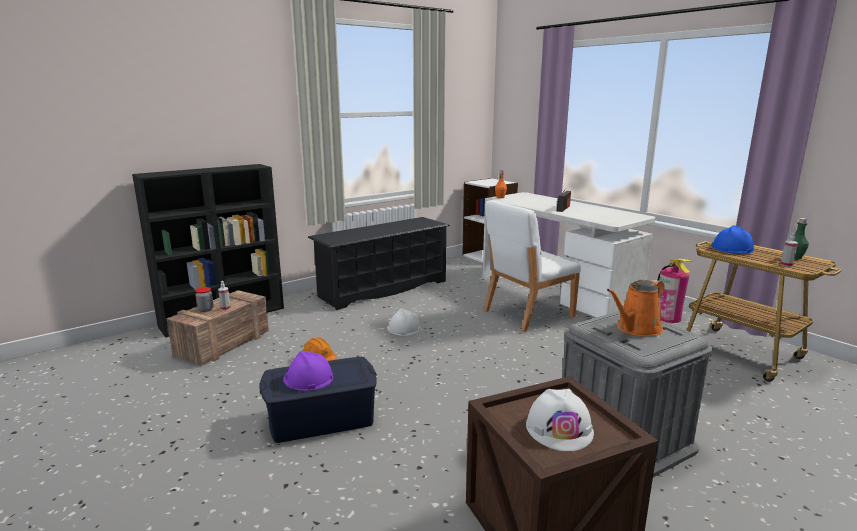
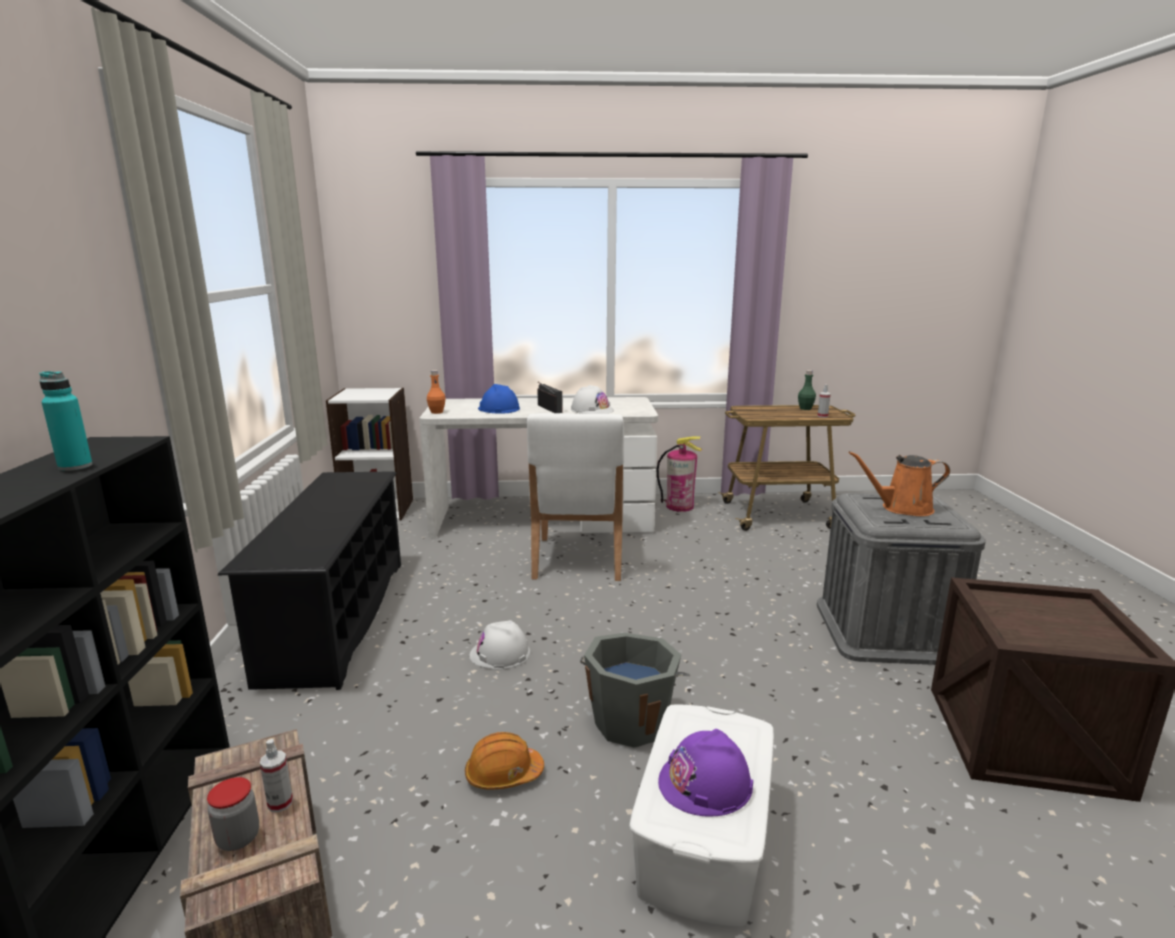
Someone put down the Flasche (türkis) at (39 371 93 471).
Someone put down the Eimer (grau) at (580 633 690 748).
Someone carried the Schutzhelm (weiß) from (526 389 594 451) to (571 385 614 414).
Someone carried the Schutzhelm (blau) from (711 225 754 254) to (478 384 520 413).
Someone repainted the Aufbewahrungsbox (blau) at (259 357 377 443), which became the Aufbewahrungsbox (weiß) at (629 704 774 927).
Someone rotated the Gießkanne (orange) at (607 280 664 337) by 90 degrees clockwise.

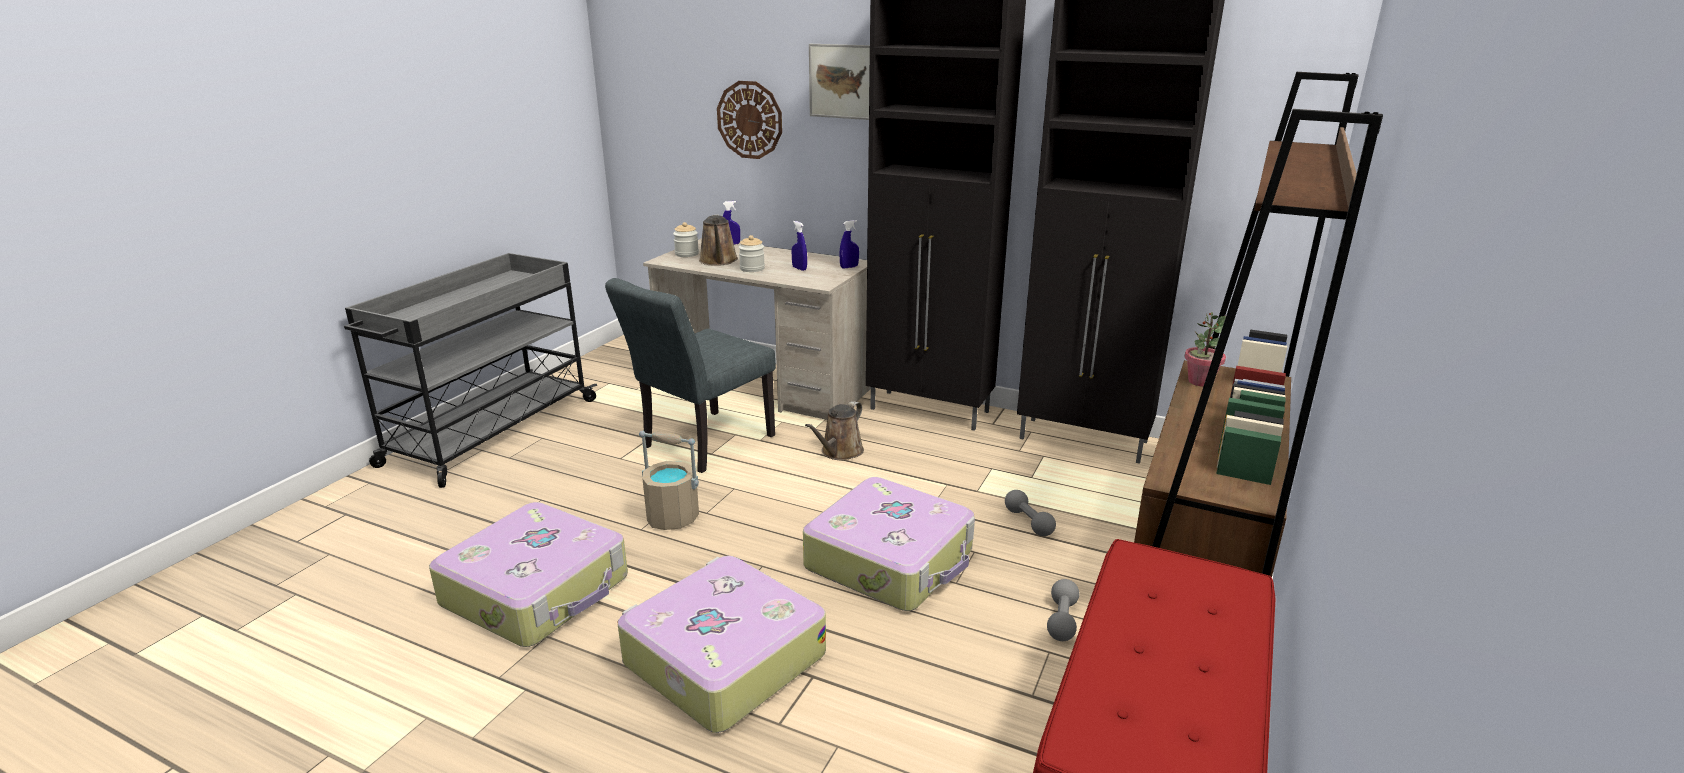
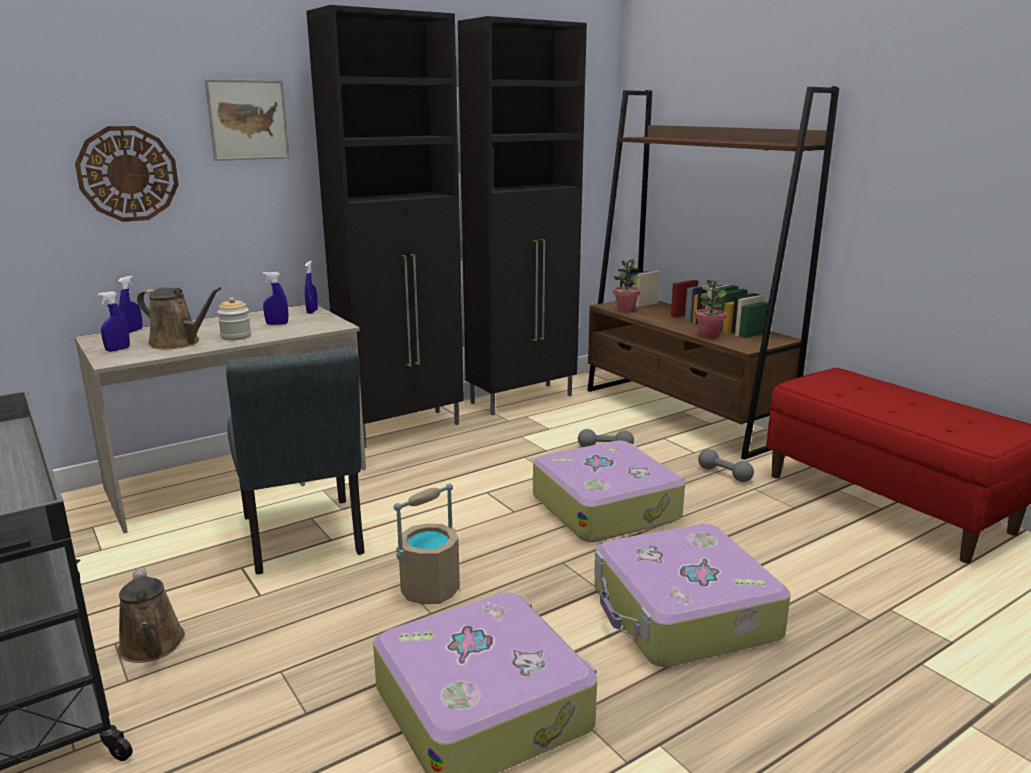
Someone put down the Topfpflanze at (695 280 727 339).
Someone carried the Gießkanne (braun) from (805 401 864 460) to (118 568 185 663).
Someone swapped the Vorratsglas at (673 222 699 257) for the Sprühflasche (blau) at (98 291 130 352).

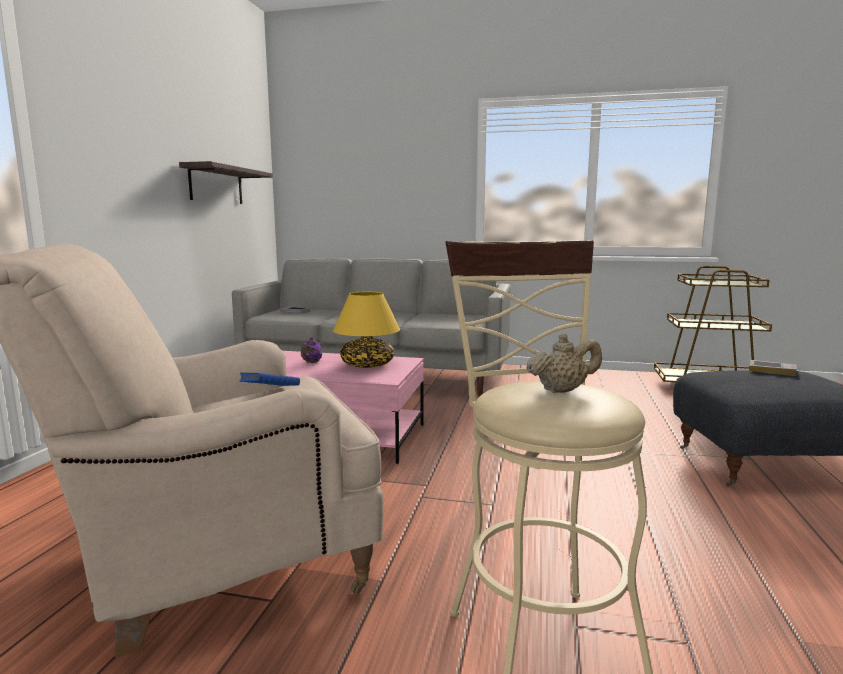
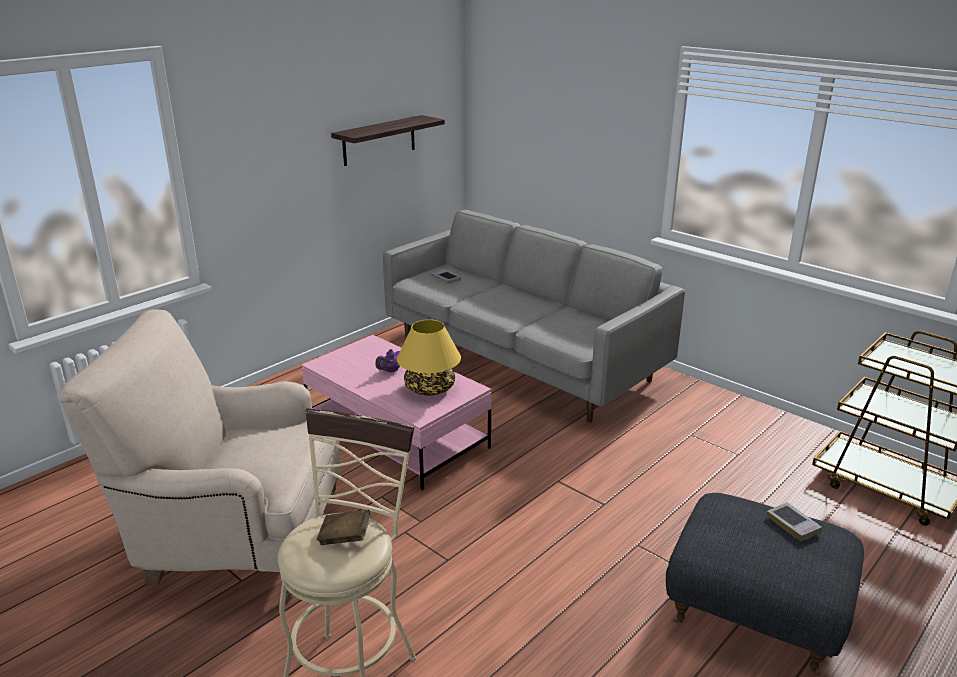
Someone took away the Buch (blau) at (240 372 300 386).
Someone swapped the Teekanne (beige) at (527 334 602 393) for the Buch (braun) at (317 510 371 545).

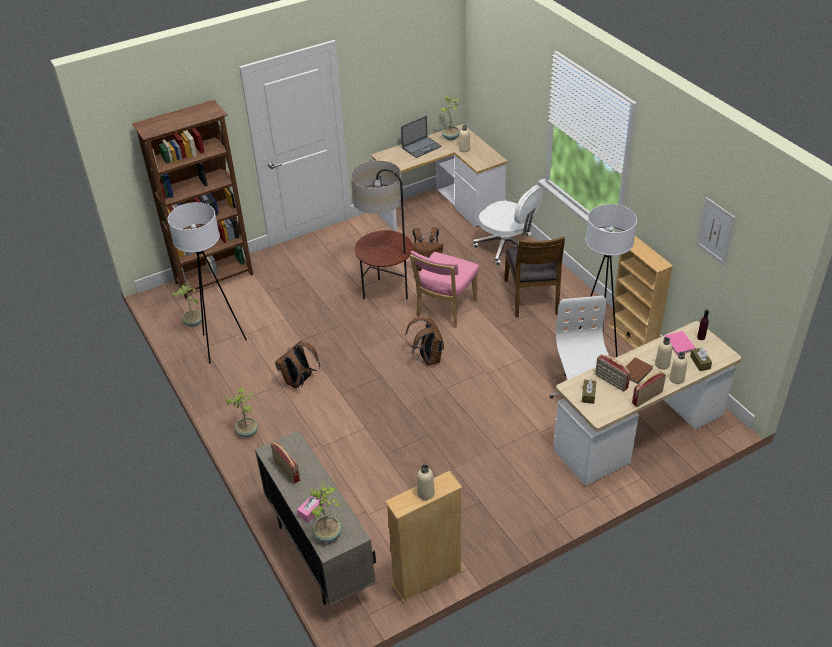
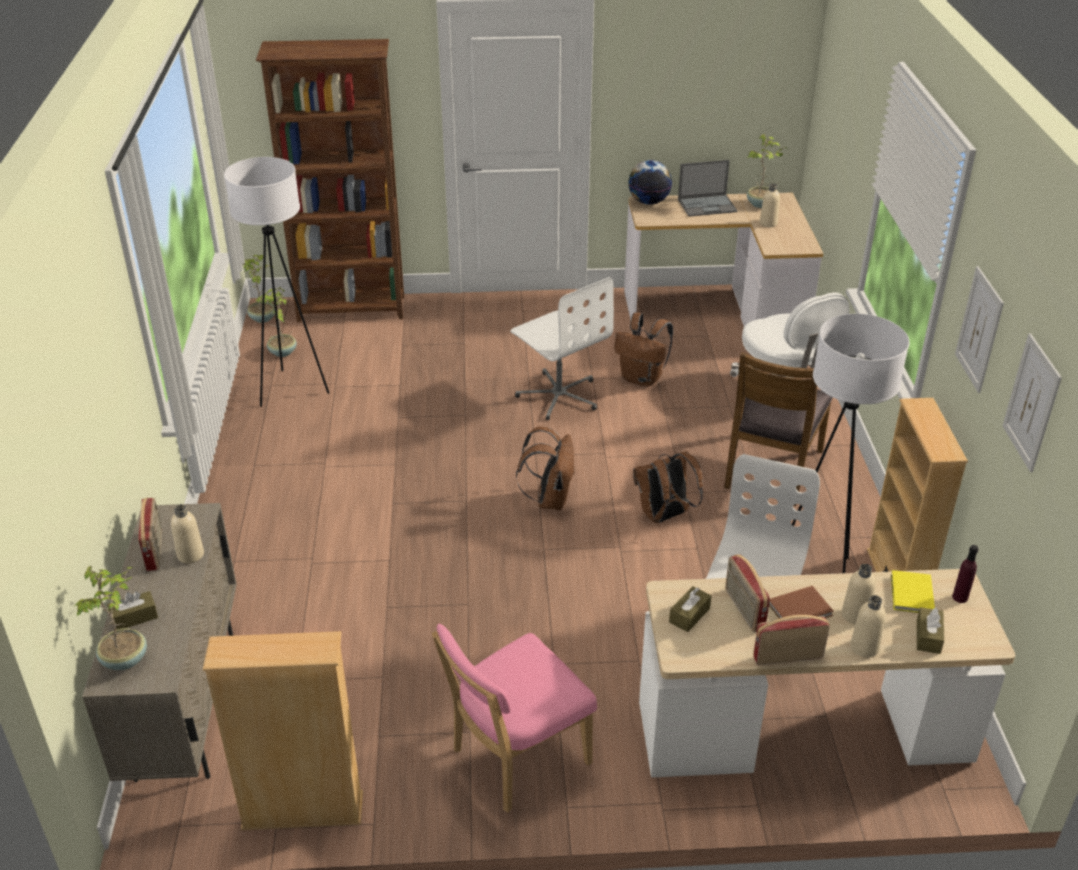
Someone put down the Globus at (628 160 672 205).
Someone put up the Bild at (955 266 1004 393).
Someone carried the Topfpflanze from (224 387 258 437) to (242 255 275 323).
Someone carried the Rucksack (braun) from (275 340 320 388) to (633 451 703 523).
Someone carried the Stuhl (rosa) from (410 251 479 328) to (432 624 597 813).
Someone carried the Flasche (beige) from (417 464 435 500) to (171 504 204 564).
Someone swapped the Stehlampe at (351 160 413 300) for the Bürostuhl (weiß) at (510 277 614 420).
Someone repainted the Taschentuchbox (rosa) at (297 496 325 522), which became the Taschentuchbox (braun) at (107 591 158 630).
Someone repainted the Buch (rosa) at (664 331 696 355), which became the Buch (gelb) at (891 570 935 613).

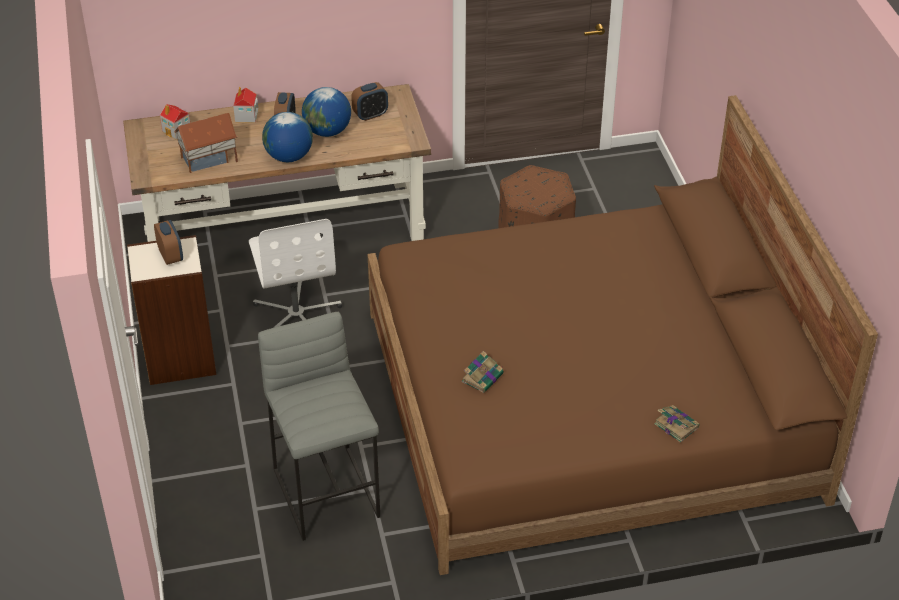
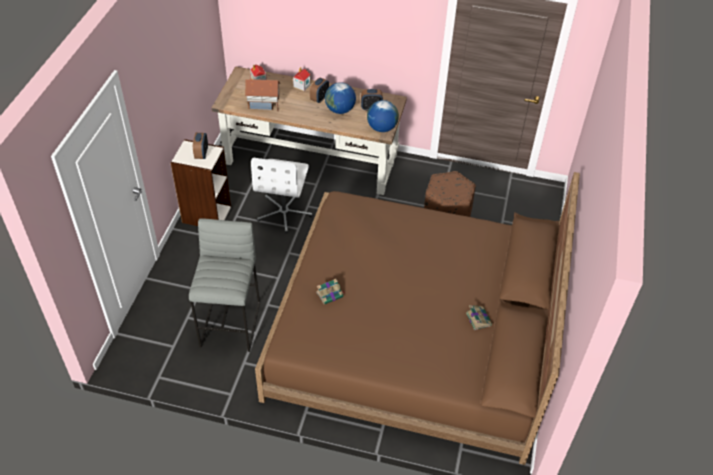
Someone carried the Globus from (262 112 313 162) to (367 100 399 132).
Someone carried the Buch from (654 405 700 443) to (466 305 492 330).

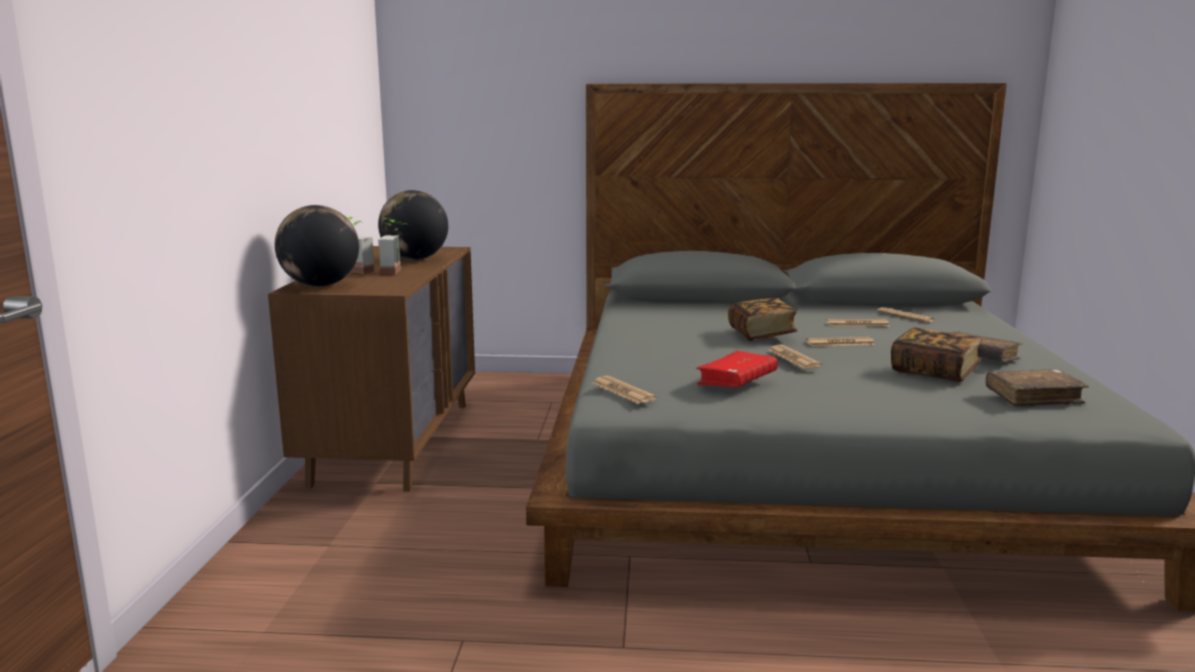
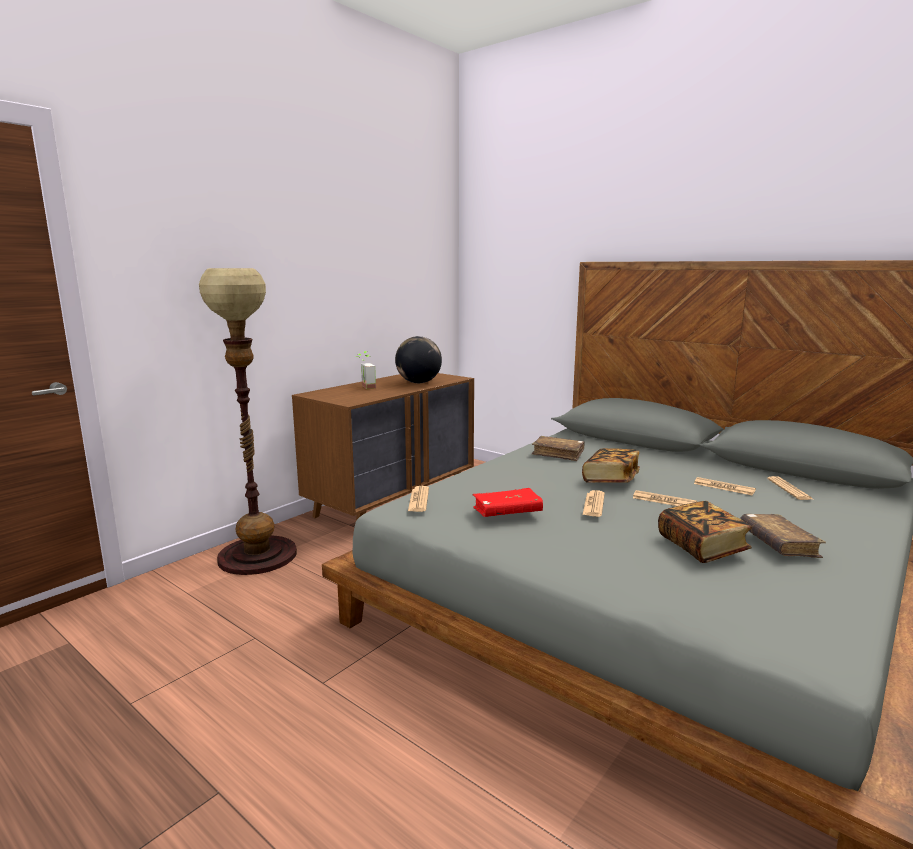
Someone took away the Globus at (275 205 359 287).
Someone took away the Topfpflanze at (378 218 406 275).
Someone put down the Stehlampe at (199 268 297 575).
Someone carried the Buch (braun) from (985 369 1089 407) to (532 436 585 461).

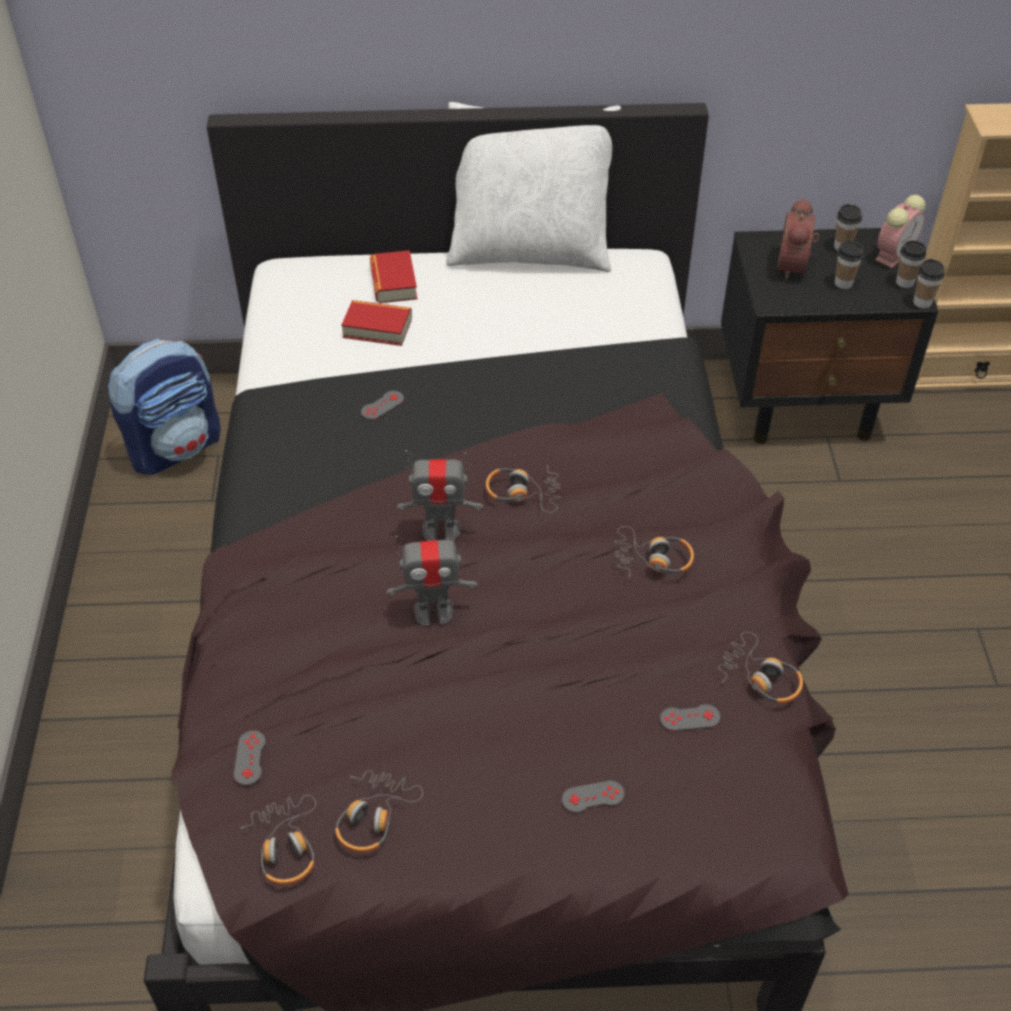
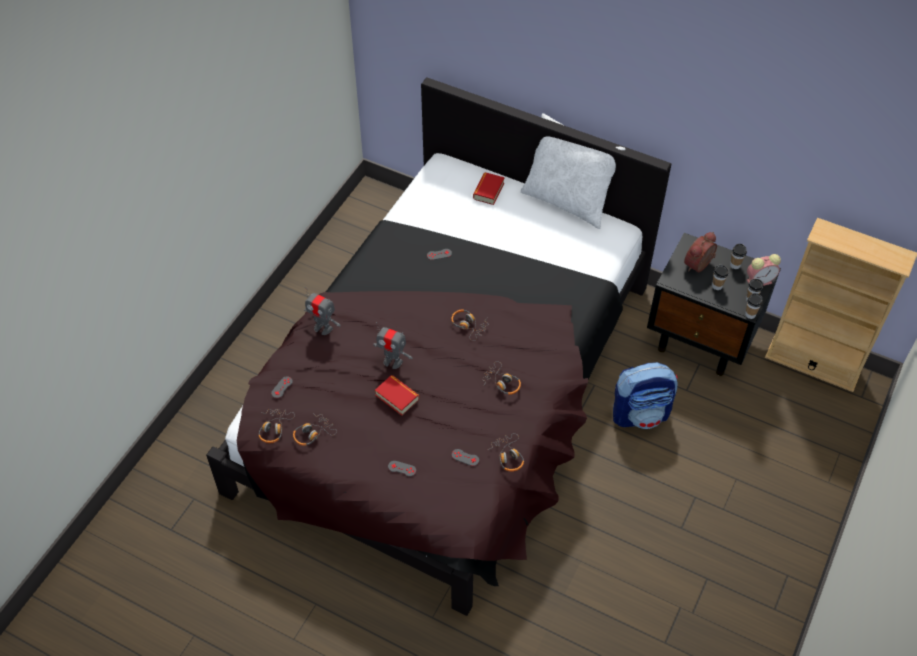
Someone carried the Rucksack from (108 339 221 475) to (613 362 678 429).
Someone carried the Buch from (341 300 412 346) to (375 375 419 416).
Someone carried the Spielzeugroboter from (397 450 483 541) to (304 287 341 335).

